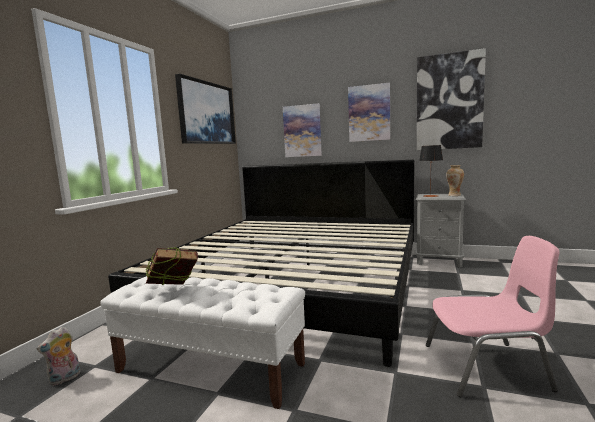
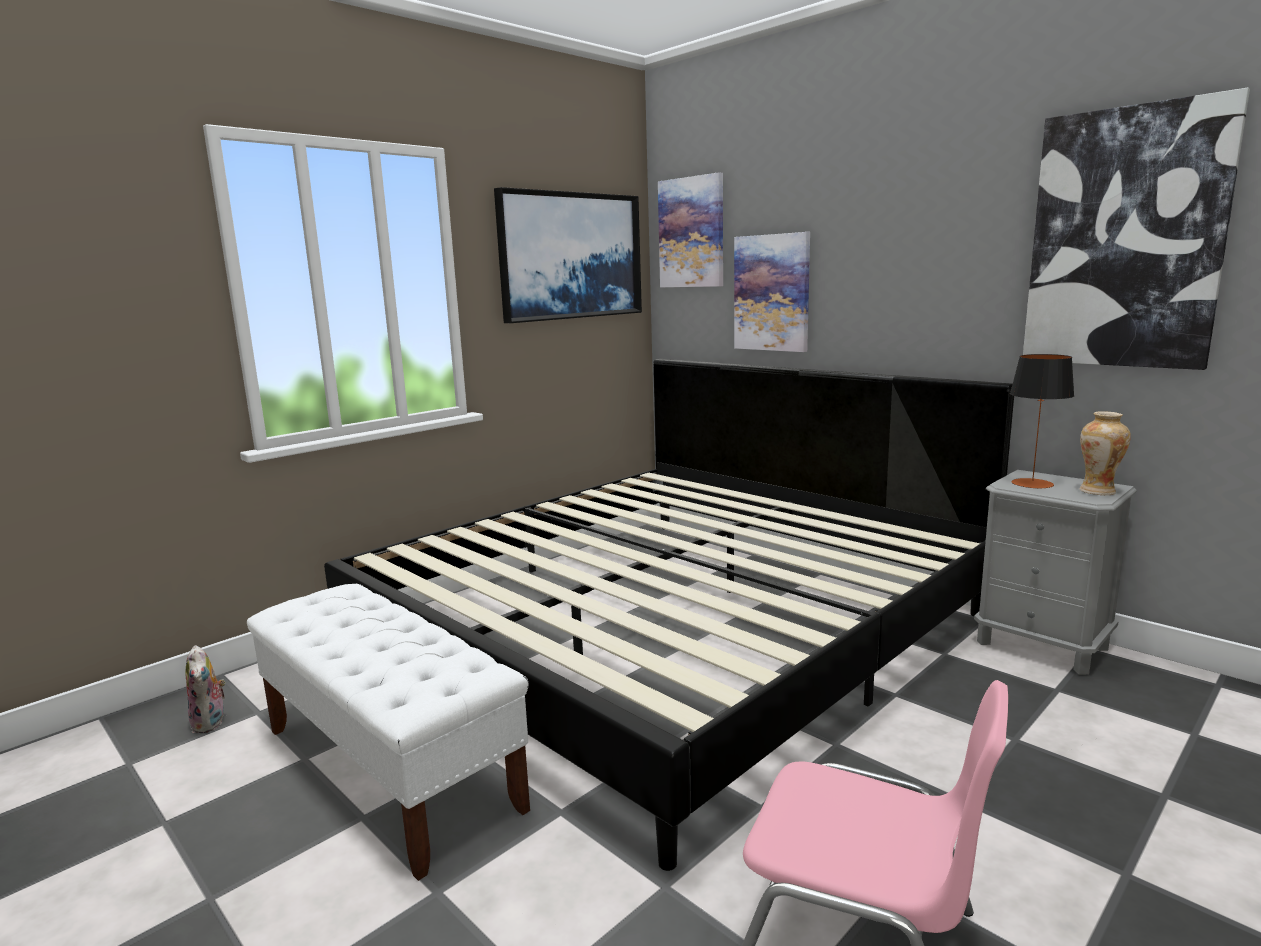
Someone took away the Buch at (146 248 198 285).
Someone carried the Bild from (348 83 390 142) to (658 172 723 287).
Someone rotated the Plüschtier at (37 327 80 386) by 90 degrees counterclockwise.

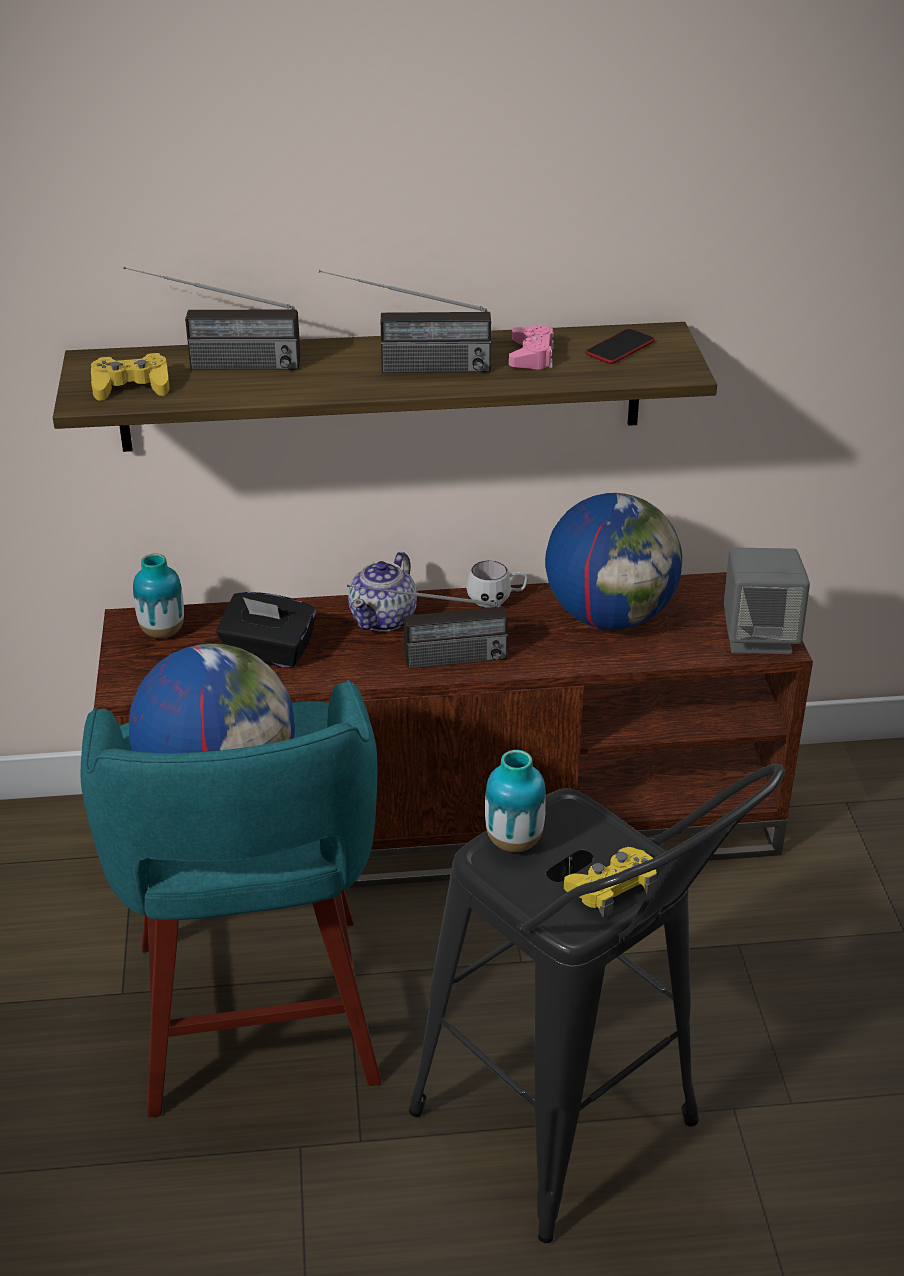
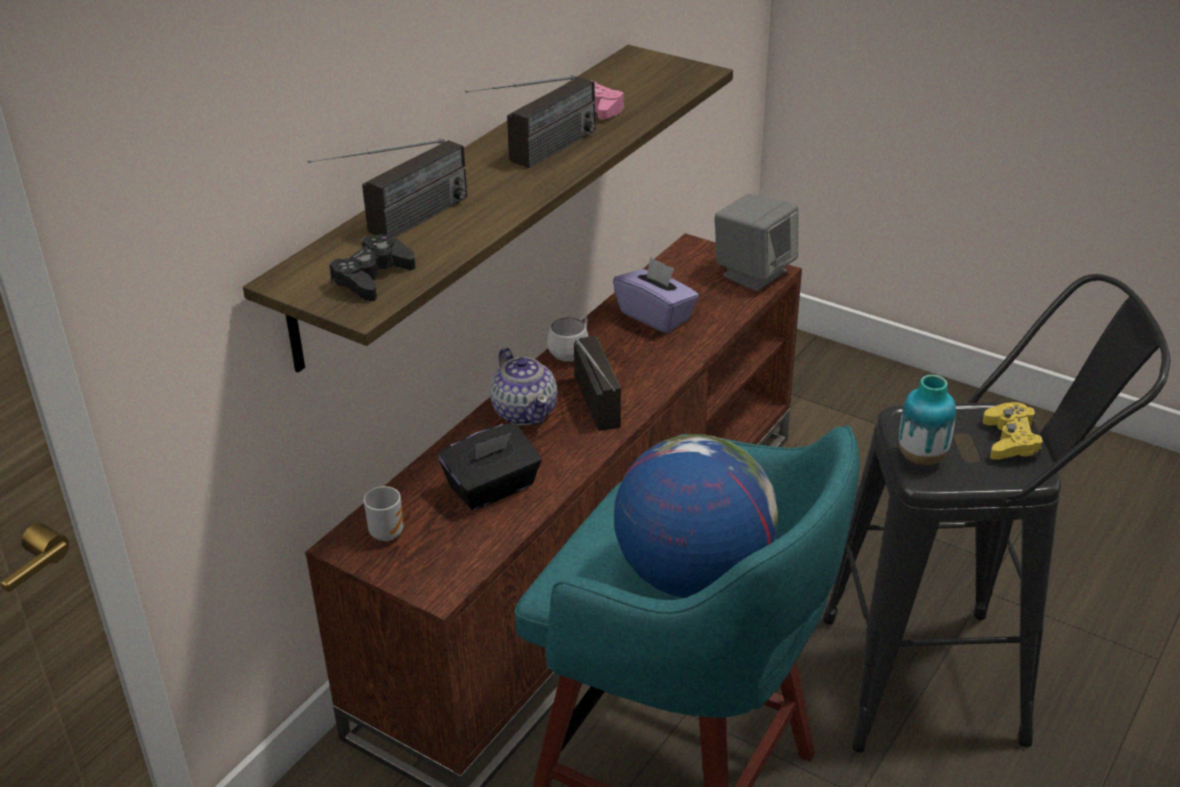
Someone took away the Handy at (585 329 655 364).
Someone swapped the Vase at (133 553 184 638) for the Henkelbecher at (364 486 403 541).
Someone swapped the Globus at (545 493 682 630) for the Taschentuchbox (lila) at (613 256 699 333).
Someone repainted the Gamepad (gelb) at (91 353 170 401), which became the Gamepad (schwarz) at (329 235 415 301).
Someone rotated the Radio at (347 584 508 669) by 45 degrees counterclockwise.

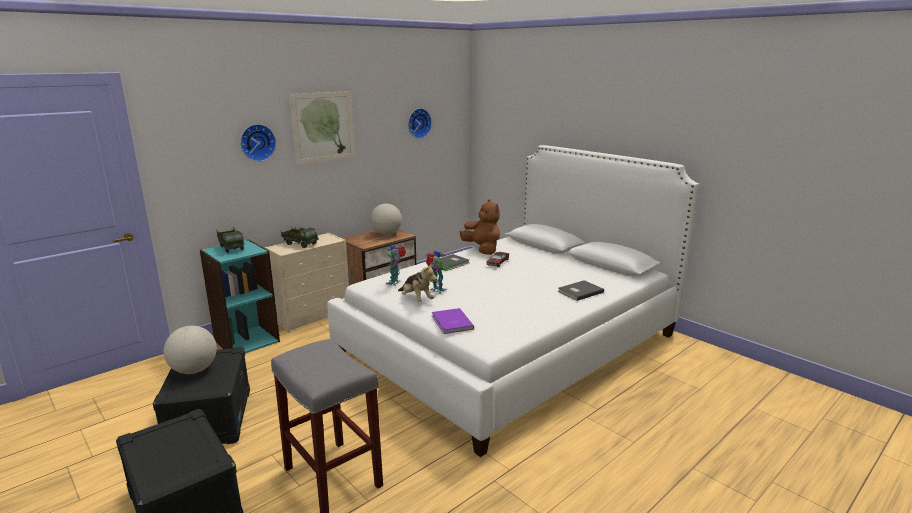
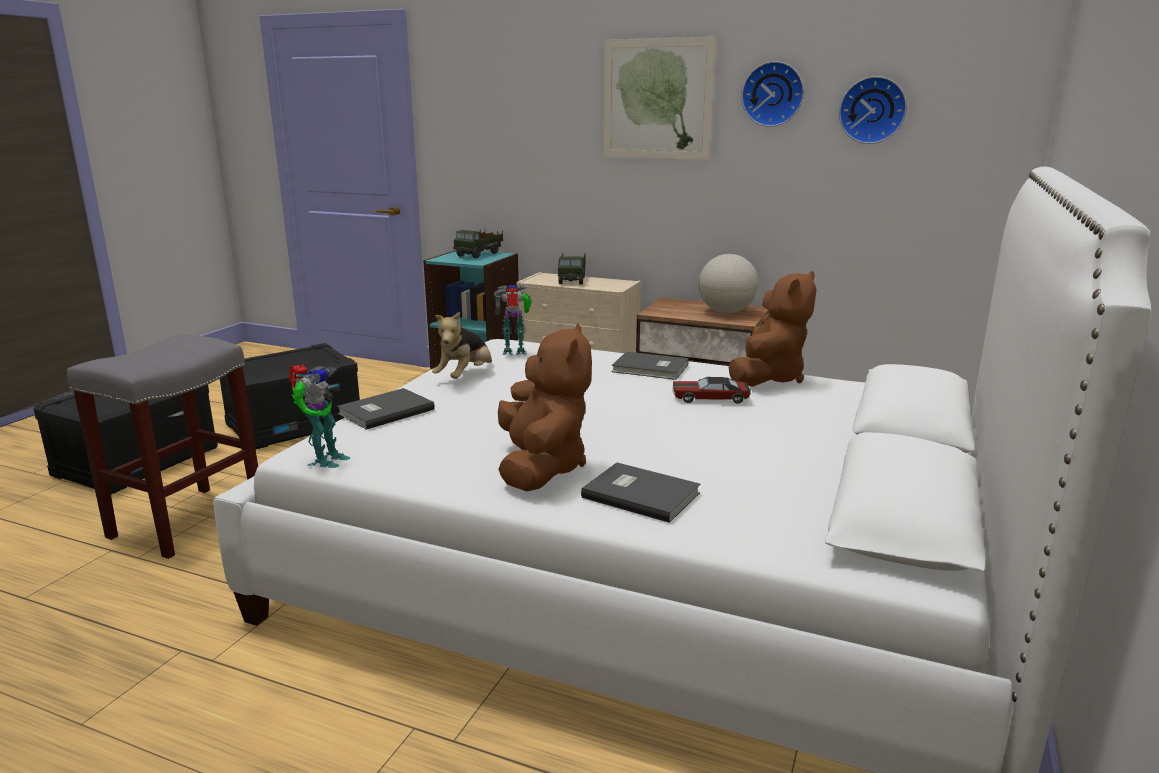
Someone took away the Globus at (164 326 217 374).
Someone put down the Plüschtier (braun) at (498 323 592 492).
Someone carried the Wanduhr from (240 124 276 162) to (741 61 804 127).
Someone carried the Spielzeugroboter from (426 251 450 293) to (289 364 350 468).
Someone repainted the Buch (lila) at (431 308 474 334), which became the Buch (grau) at (337 388 435 430).

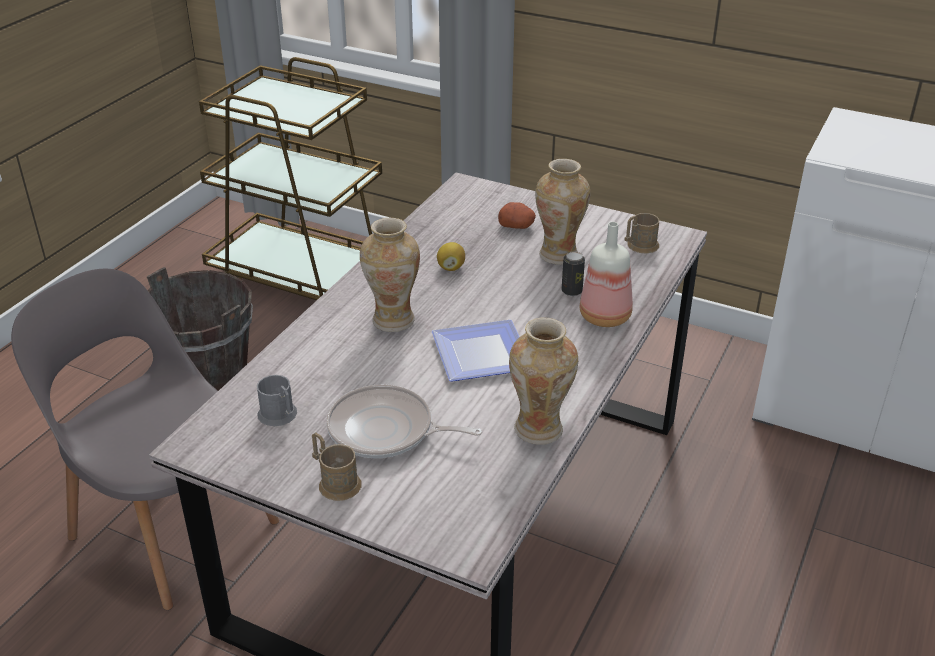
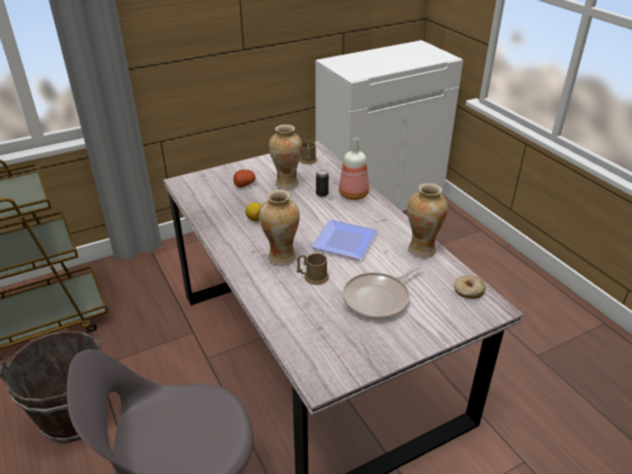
Someone took away the Henkelbecher (grau) at (257 375 297 426).
Someone put down the Donut at (454 275 486 299).
Someone carried the Henkelbecher (braun) from (312 433 362 501) to (297 253 329 285).

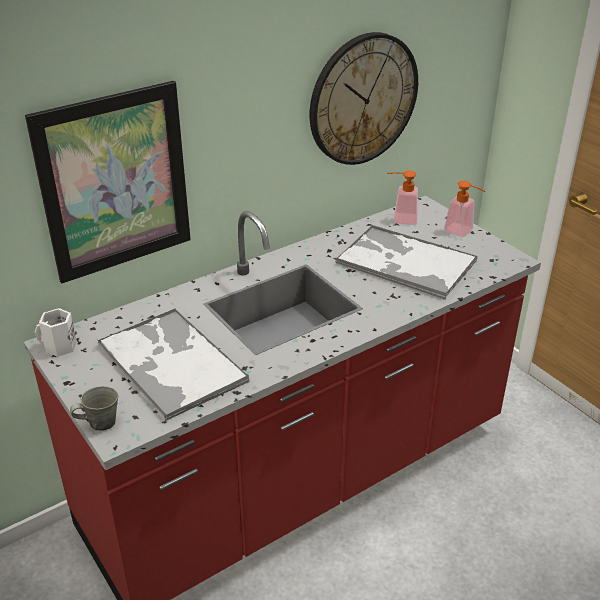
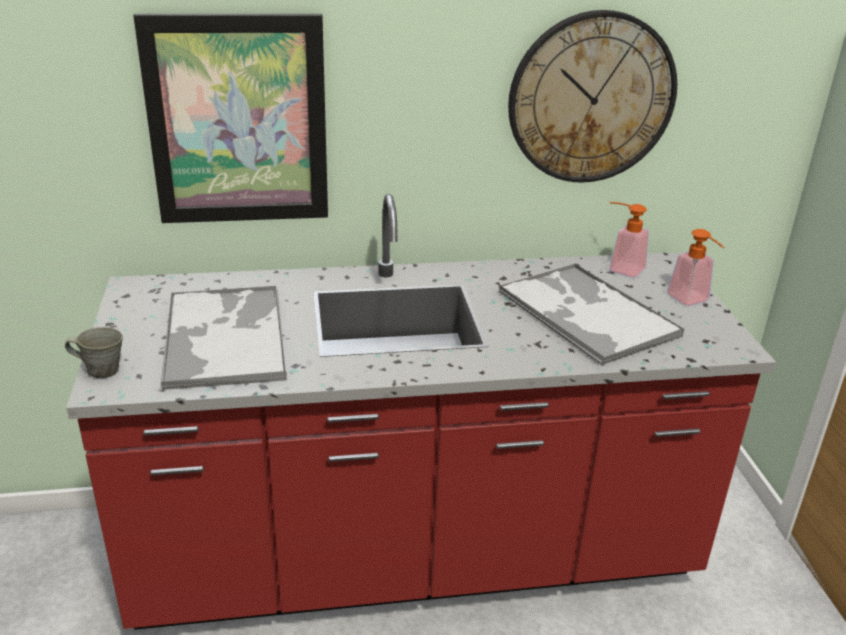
Someone took away the Henkelbecher (weiß) at (35 308 77 357).

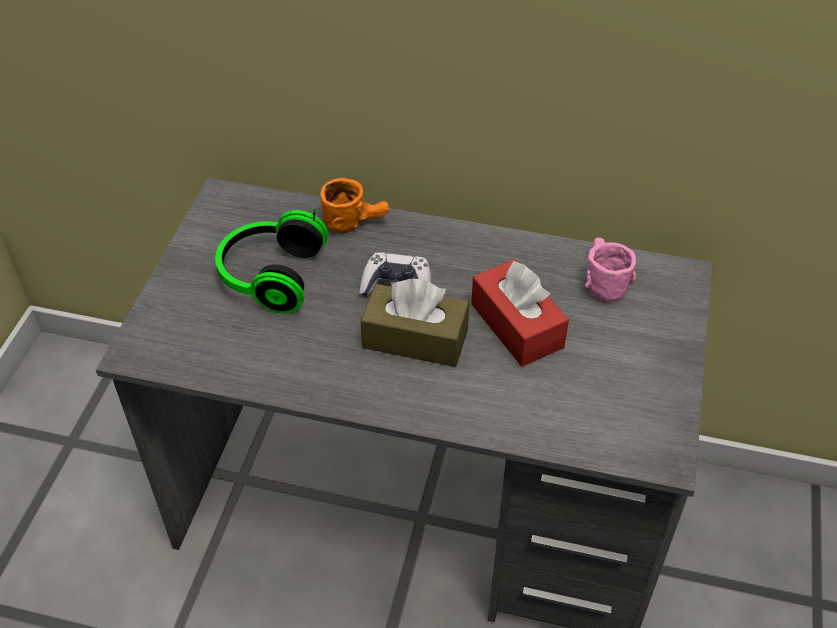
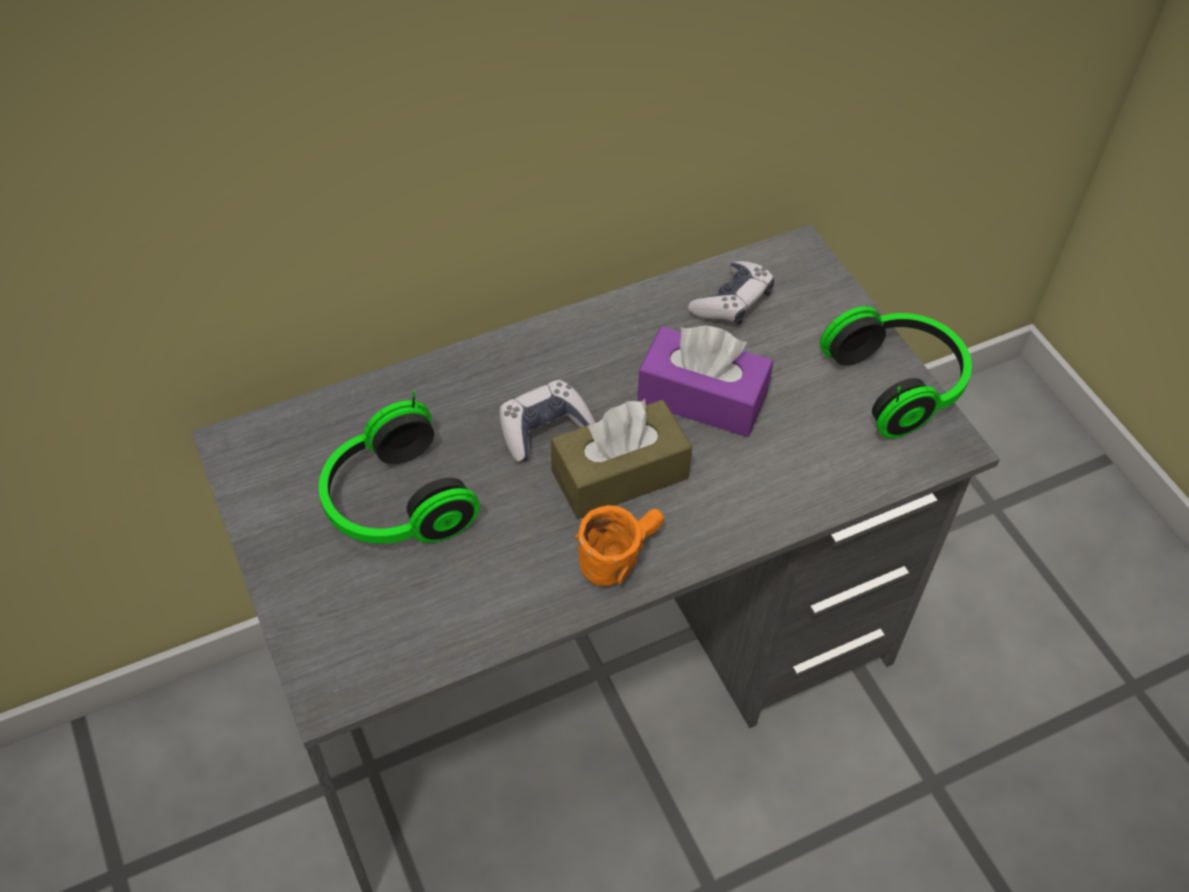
Someone put down the Kopfhörer at (820 306 972 438).
Someone carried the Henkelbecher (orange) from (320 178 389 233) to (575 505 664 586).
Someone swapped the Henkelbecher (rosa) at (585 238 636 302) for the Gamepad at (688 261 774 325).
Someone repainted the Taschentuchbox (rot) at (471 259 569 367), which became the Taschentuchbox (lila) at (637 325 773 437).

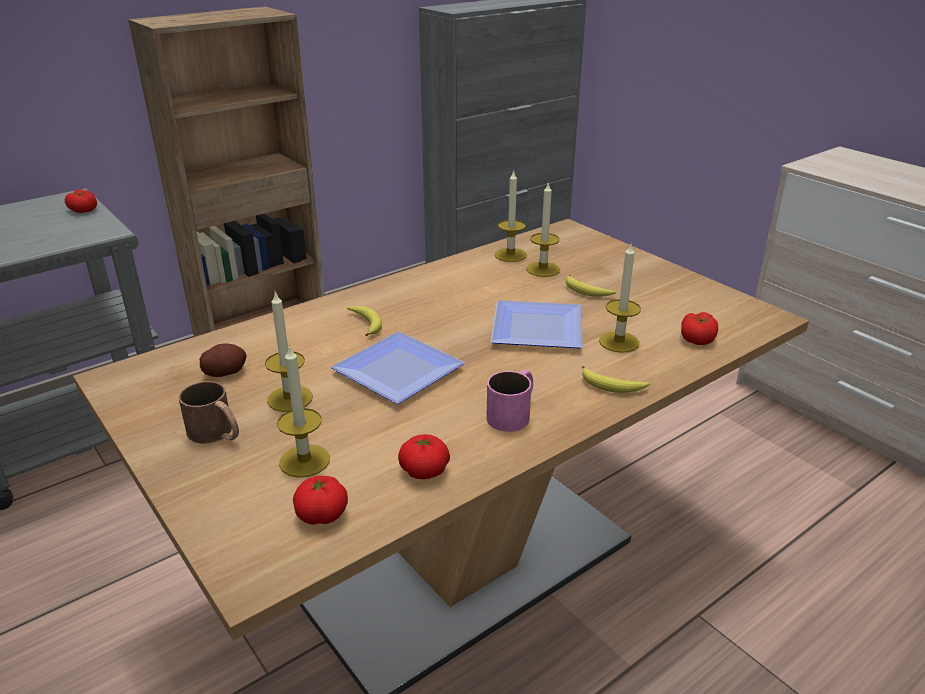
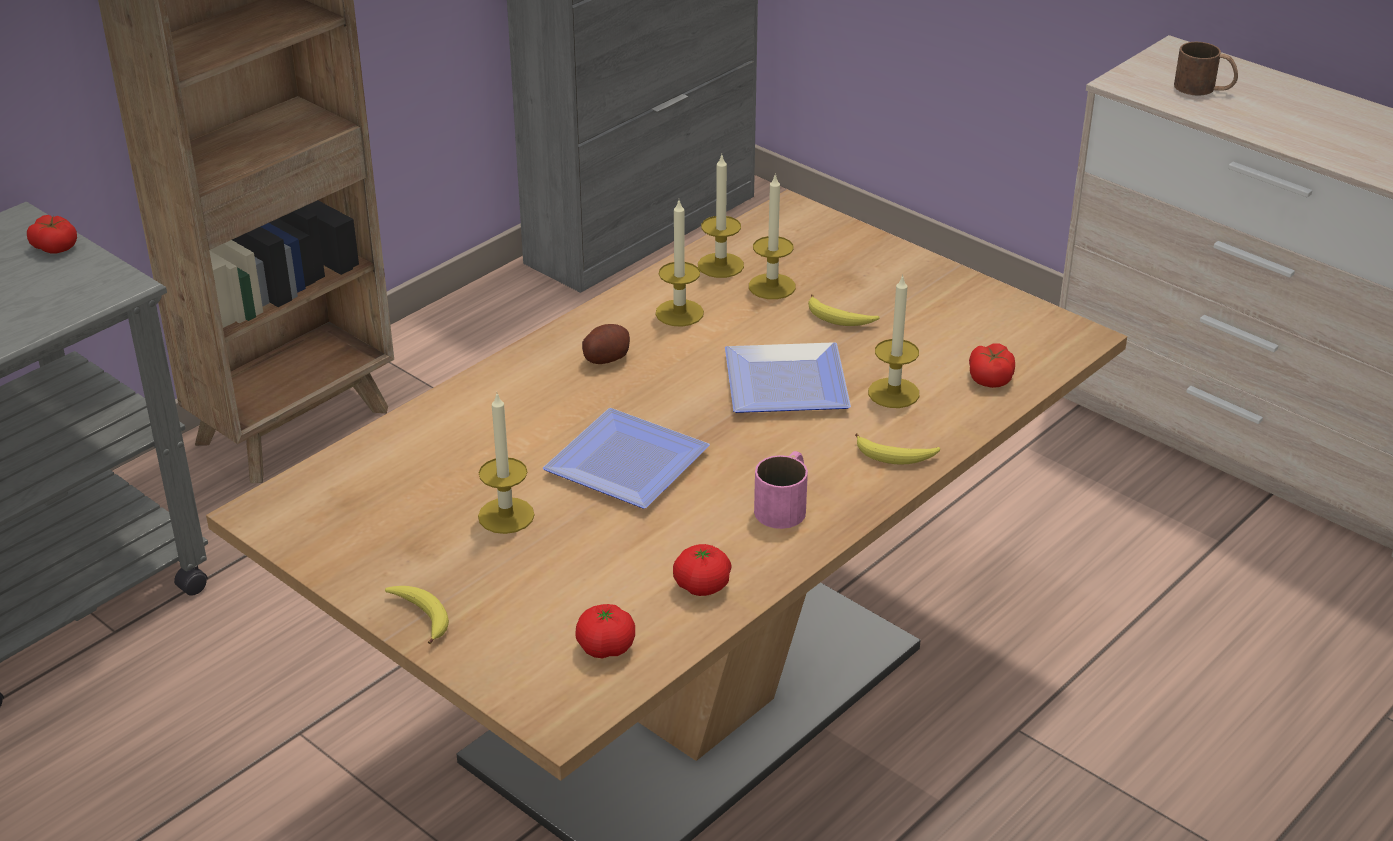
Someone carried the Henkelbecher (braun) from (179 381 239 443) to (1174 42 1238 96).
Someone carried the Kartoffel from (200 344 247 377) to (582 324 630 364).
Someone carried the Kerze from (277 344 330 478) to (655 200 704 327).
Someone carried the Banane from (347 306 382 336) to (385 586 449 644).

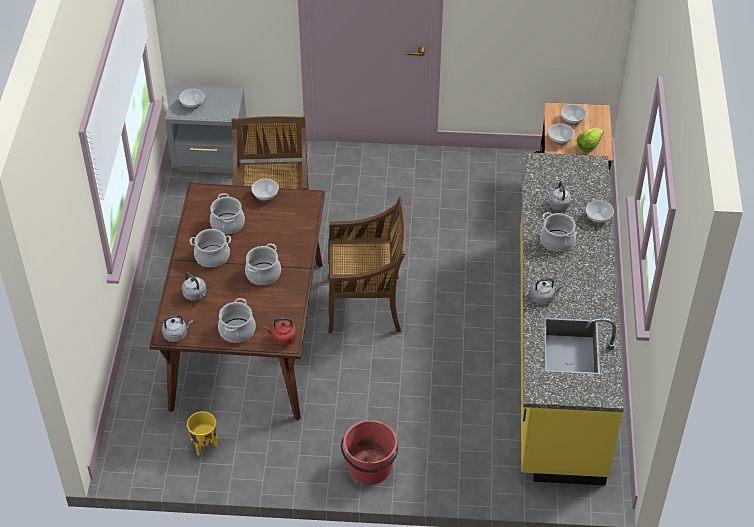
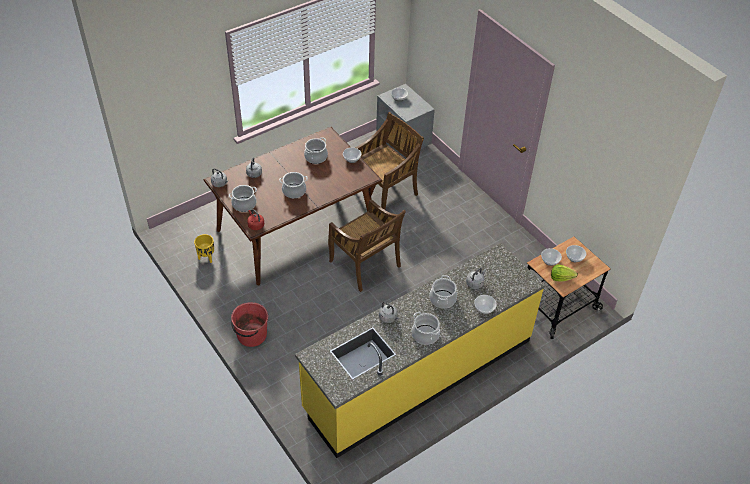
Someone carried the Kochtopf from (190 229 231 268) to (412 312 440 345).

